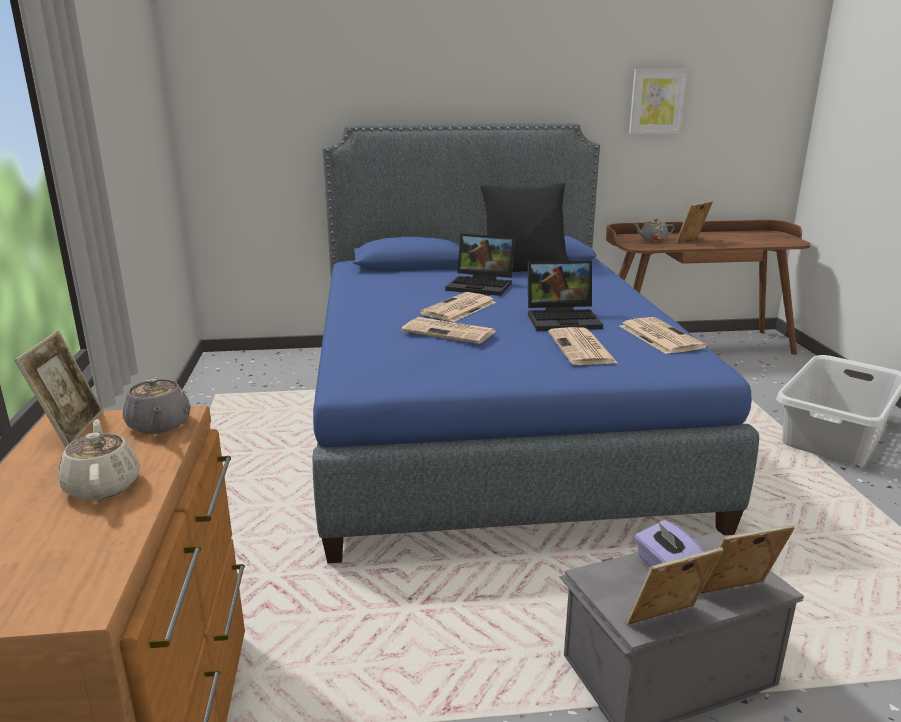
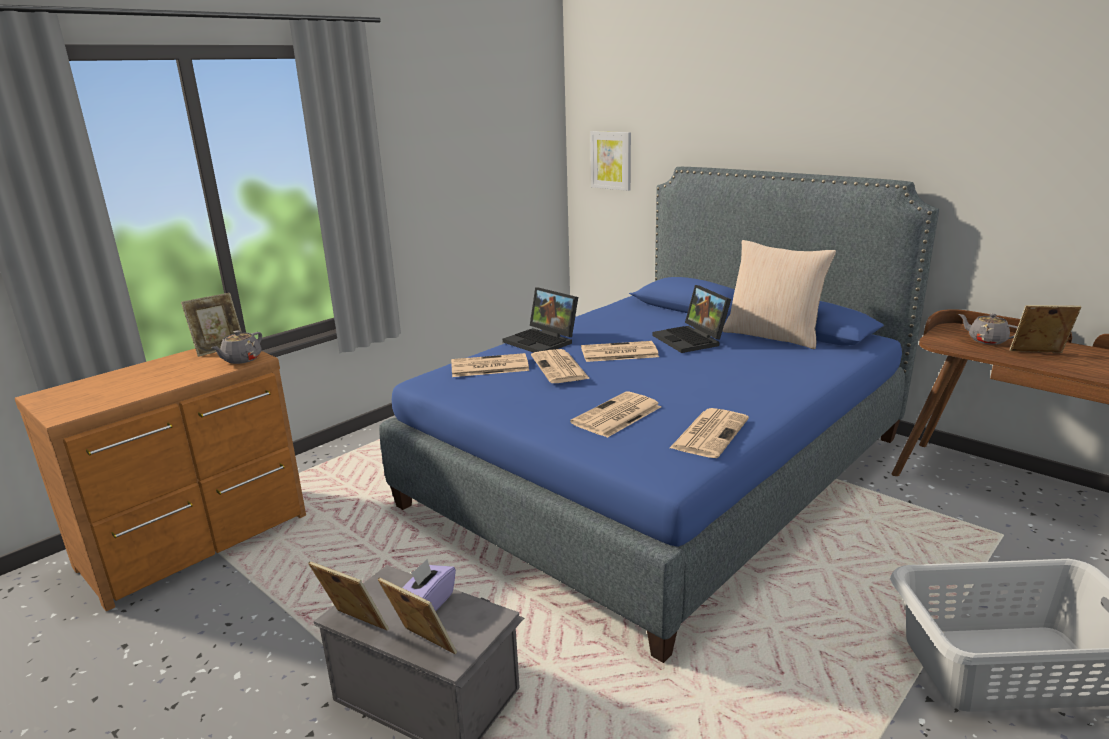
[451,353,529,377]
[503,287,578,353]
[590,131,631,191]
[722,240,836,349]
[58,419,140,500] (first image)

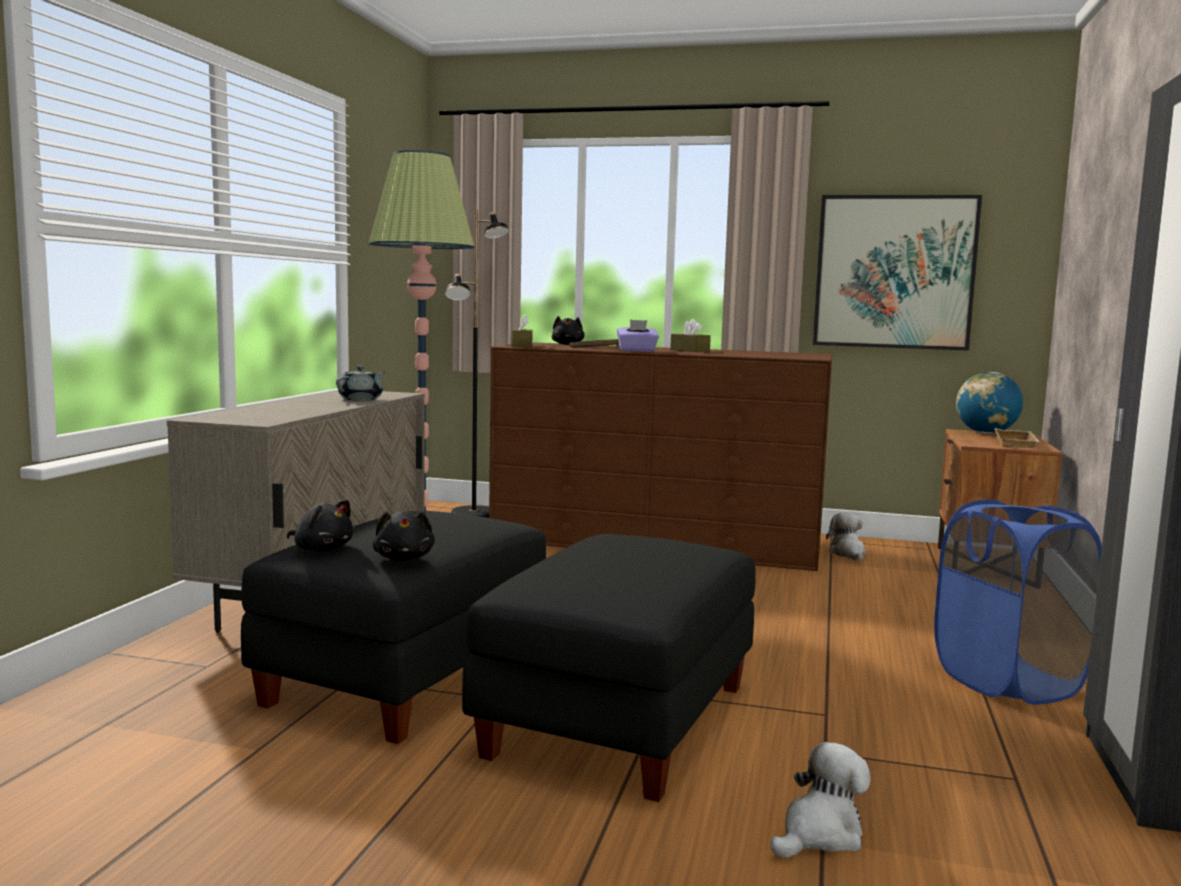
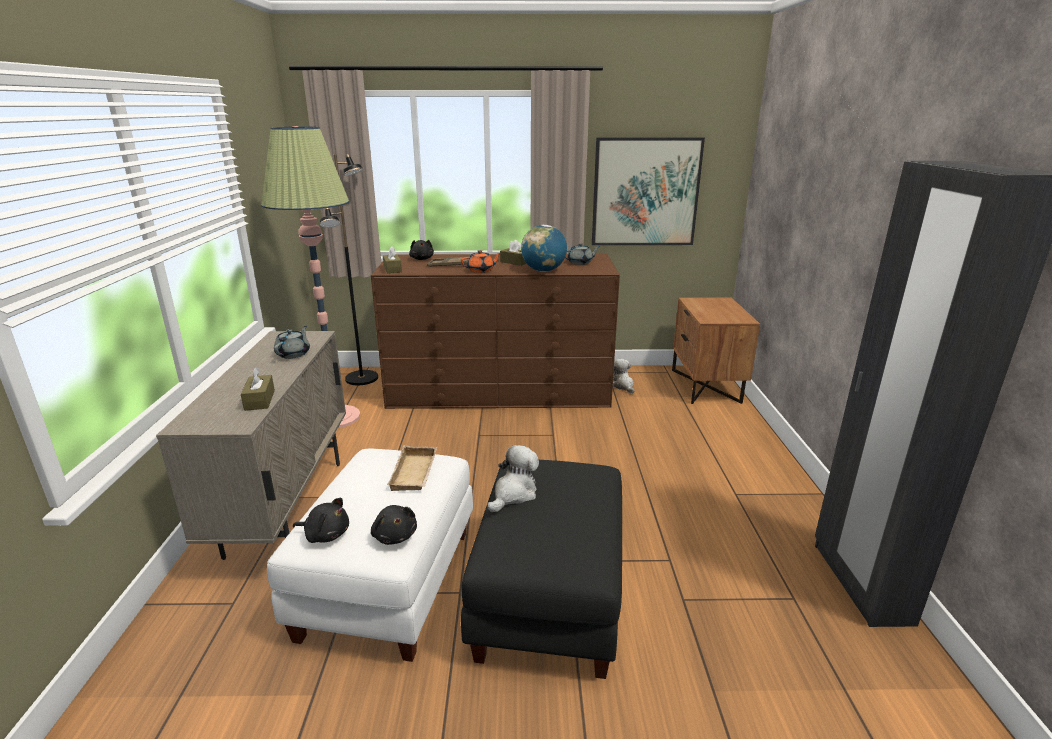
[241,367,275,411]
[267,448,473,662]
[387,445,437,491]
[461,250,501,273]
[487,445,539,512]
[521,225,567,272]
[565,243,600,265]
[934,499,1102,705] (first image)

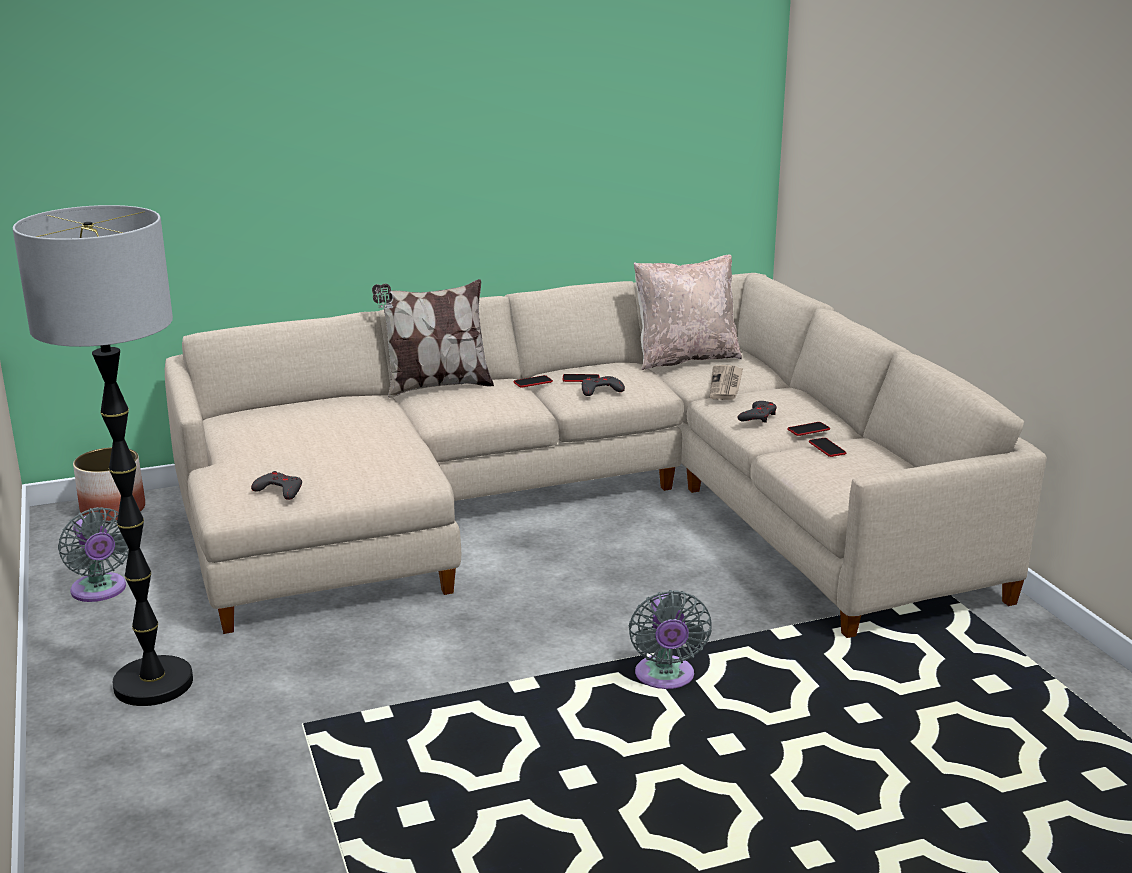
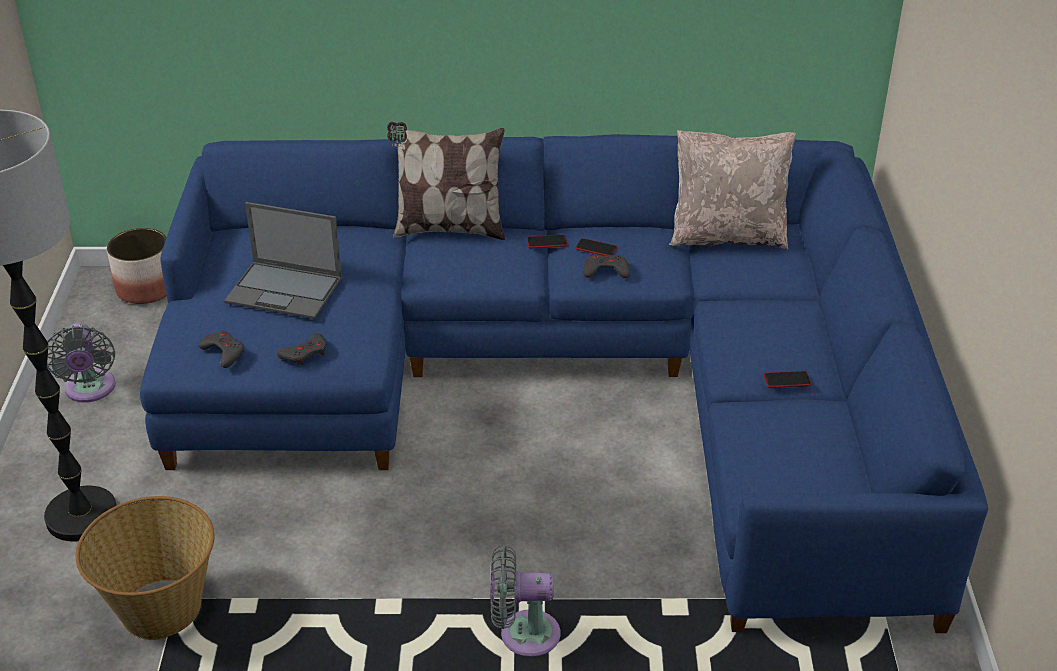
[76,496,215,640]
[140,134,988,633]
[224,202,342,319]
[277,333,327,366]
[490,545,561,657]
[710,365,743,400] (first image)
[809,438,847,457] (first image)

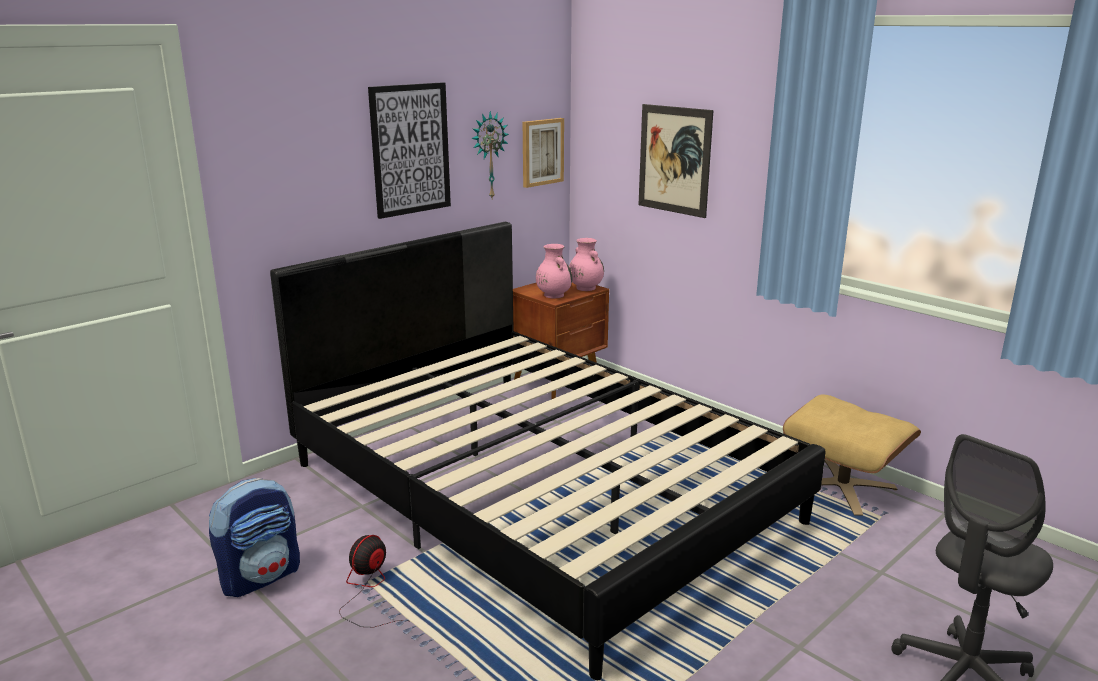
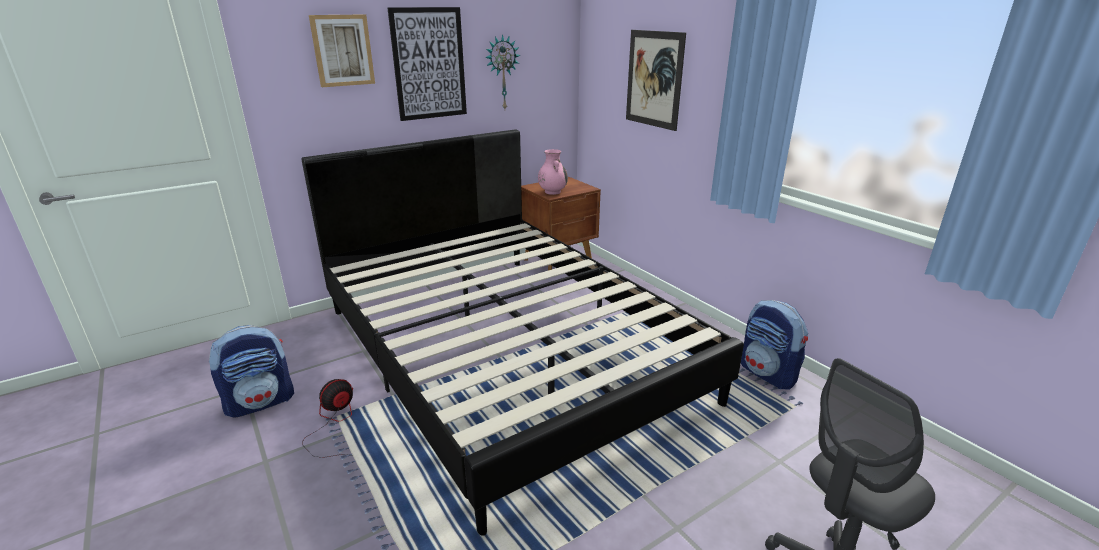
[309,14,375,87]
[741,300,808,390]
[569,238,604,291] (first image)

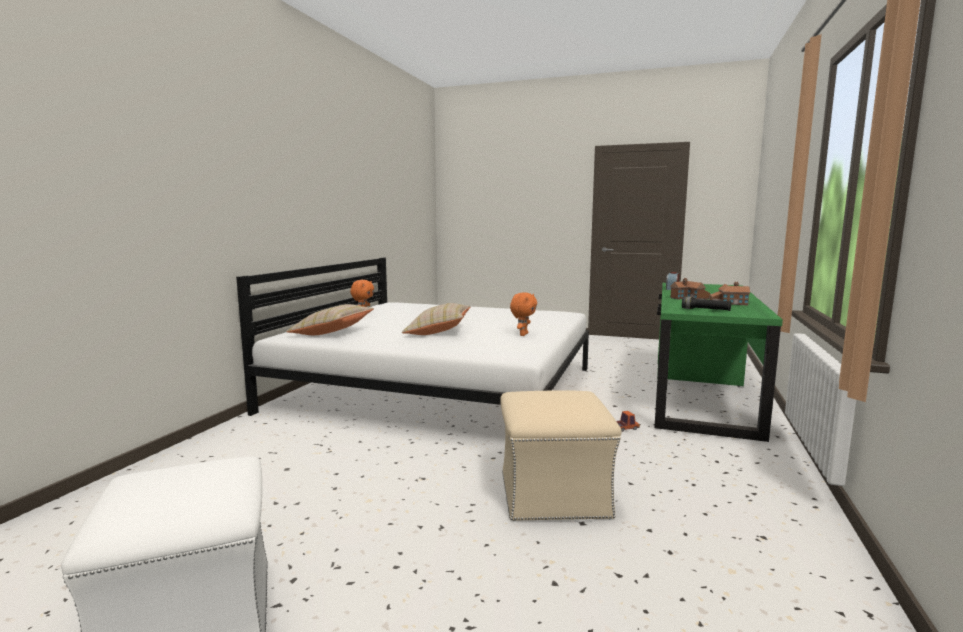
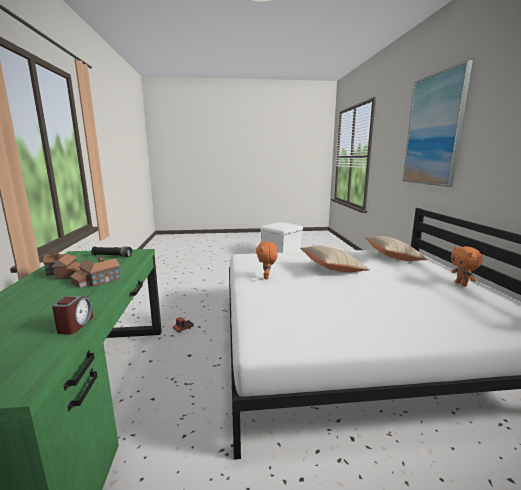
[403,60,473,187]
[500,391,622,521] (first image)

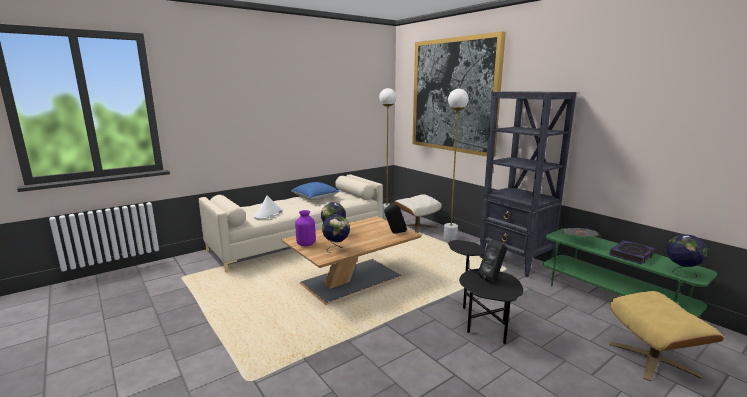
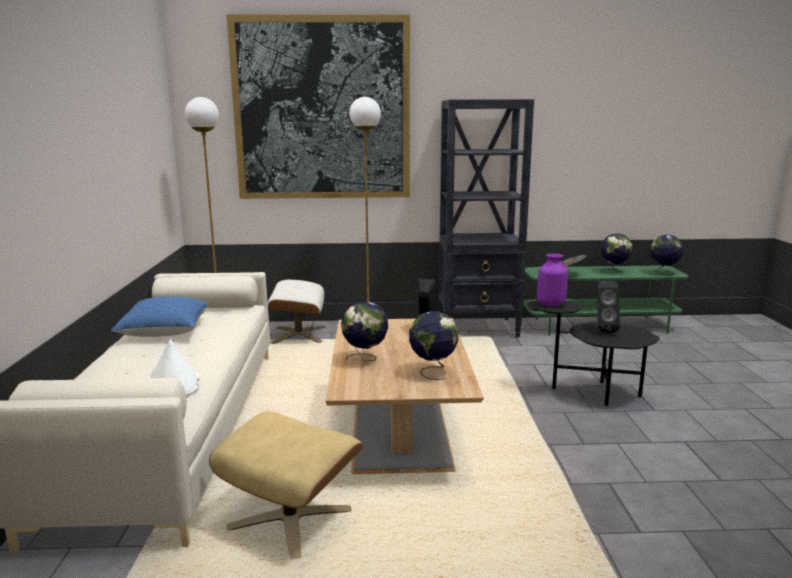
[209,411,363,560]
[537,253,568,306]
[601,234,633,273]

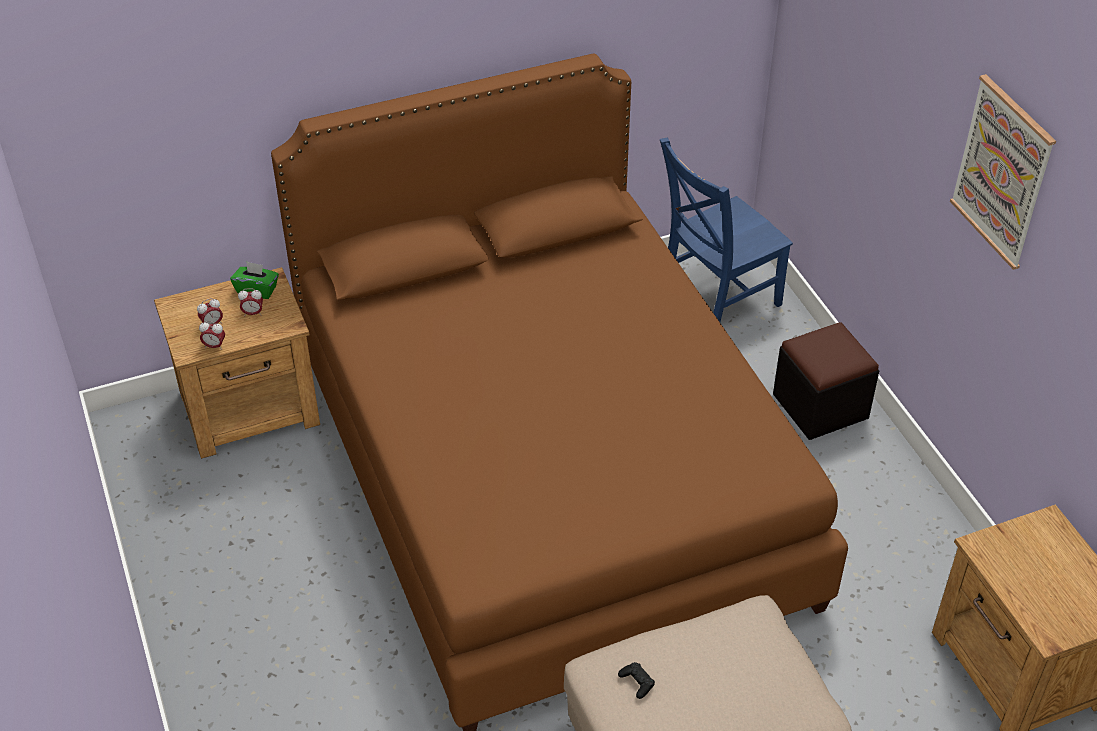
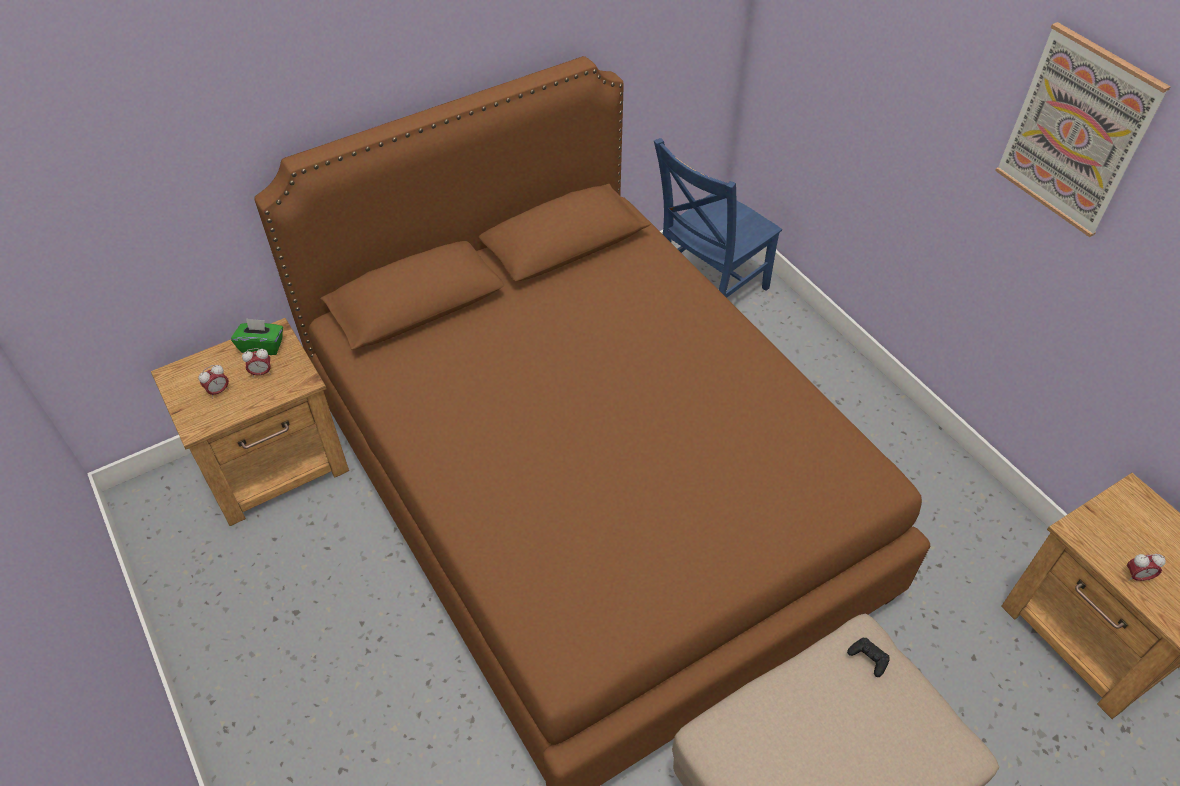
[847,638,890,677]
[1127,554,1166,581]
[773,322,879,440] (first image)

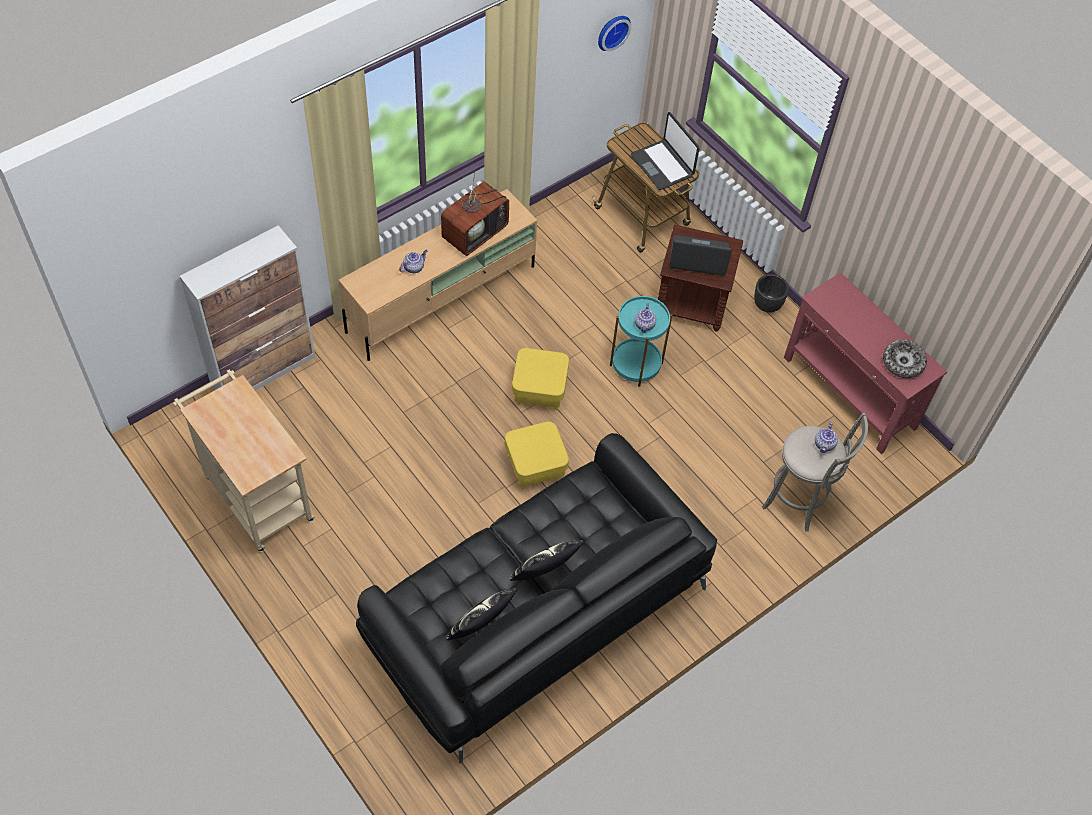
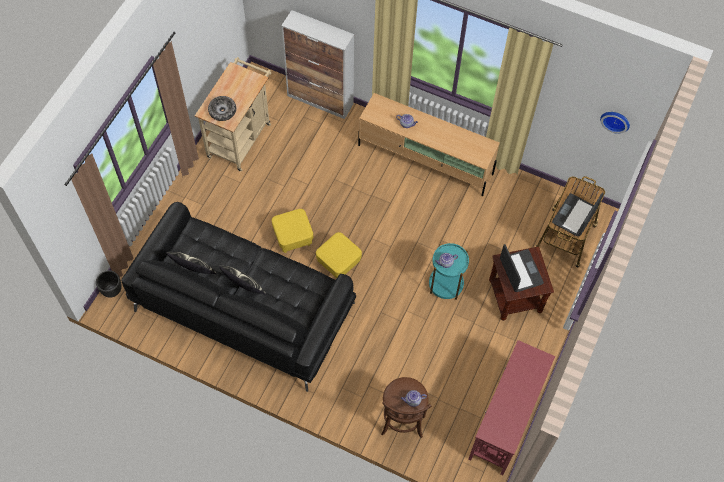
[96,270,122,298]
[208,96,236,121]
[272,209,313,253]
[381,377,431,438]
[441,168,509,256] (first image)

